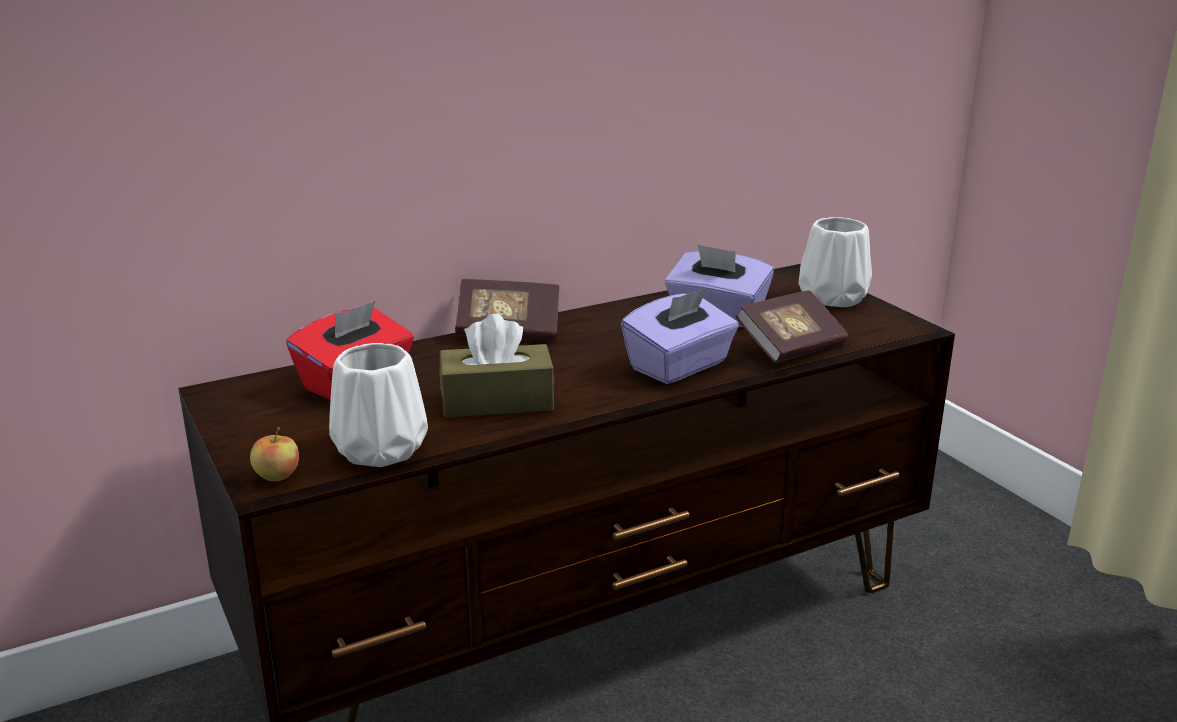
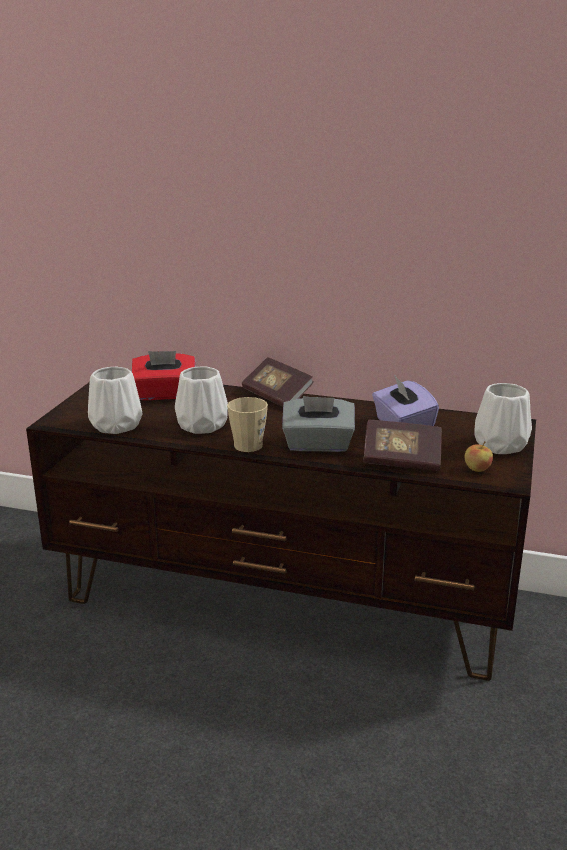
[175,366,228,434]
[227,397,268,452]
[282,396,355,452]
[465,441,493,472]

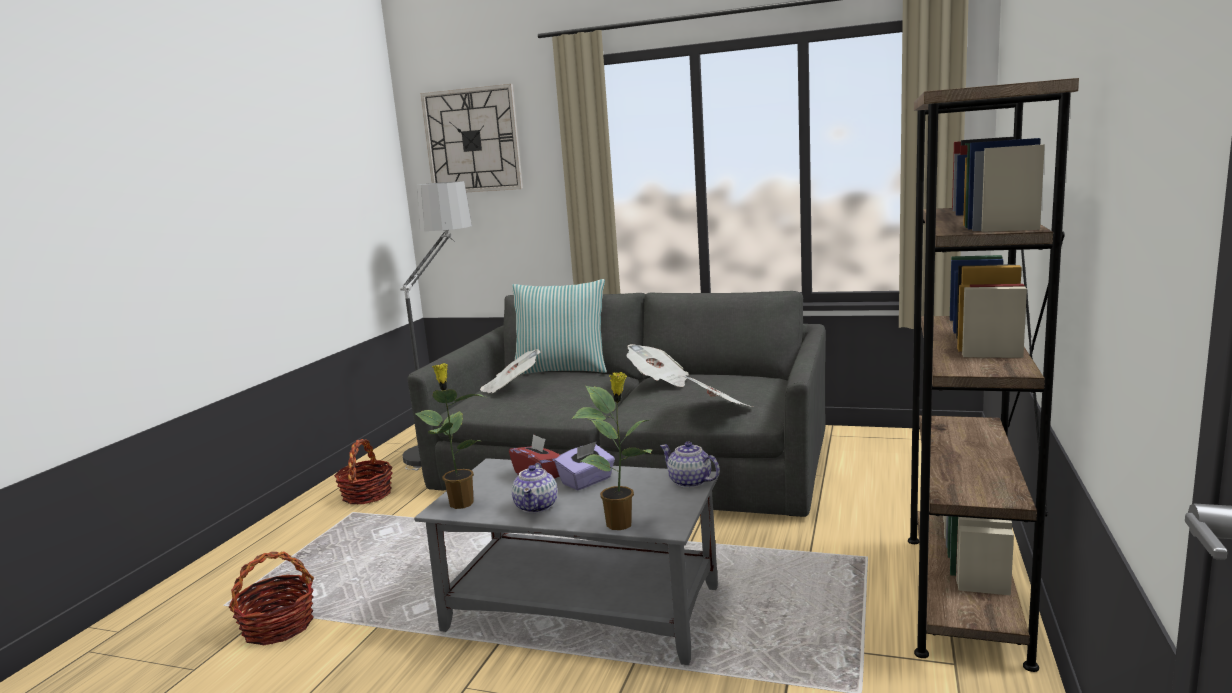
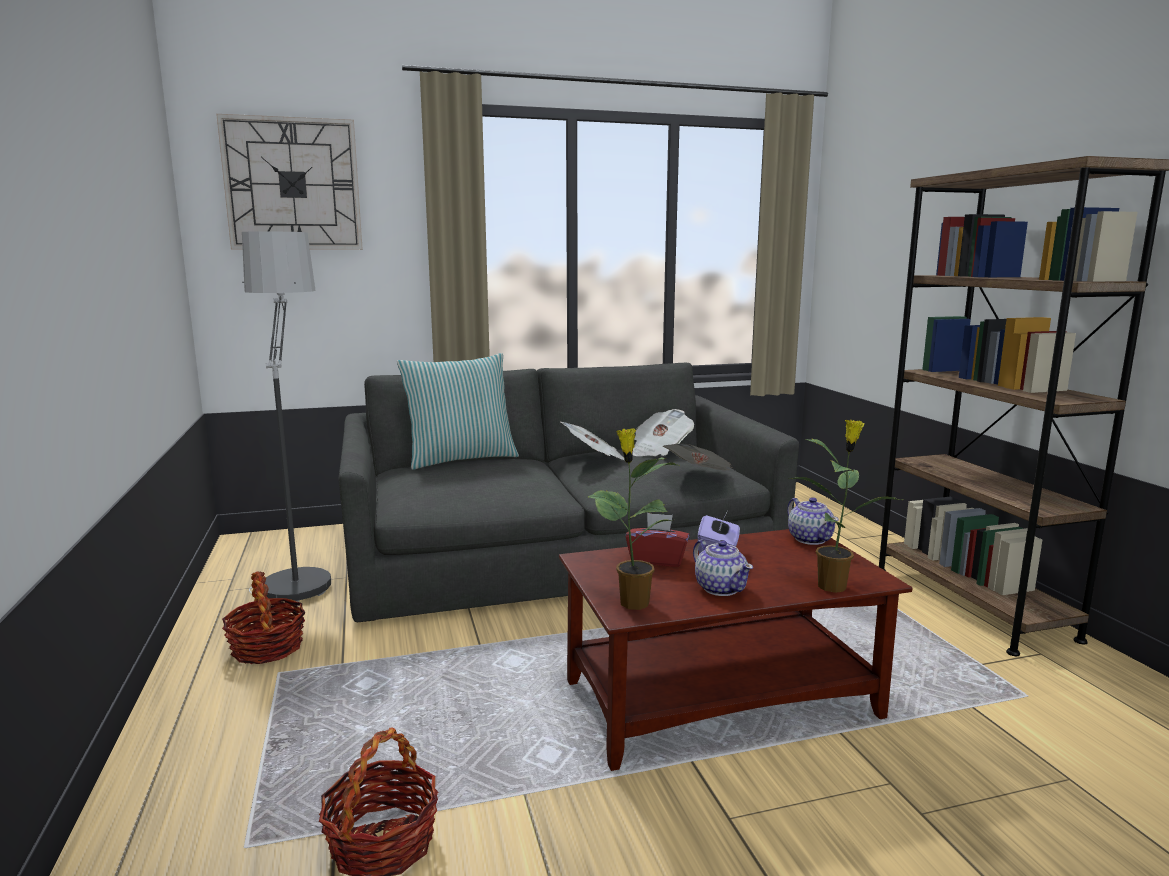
[559,529,913,771]
[632,409,694,456]
[787,497,839,545]

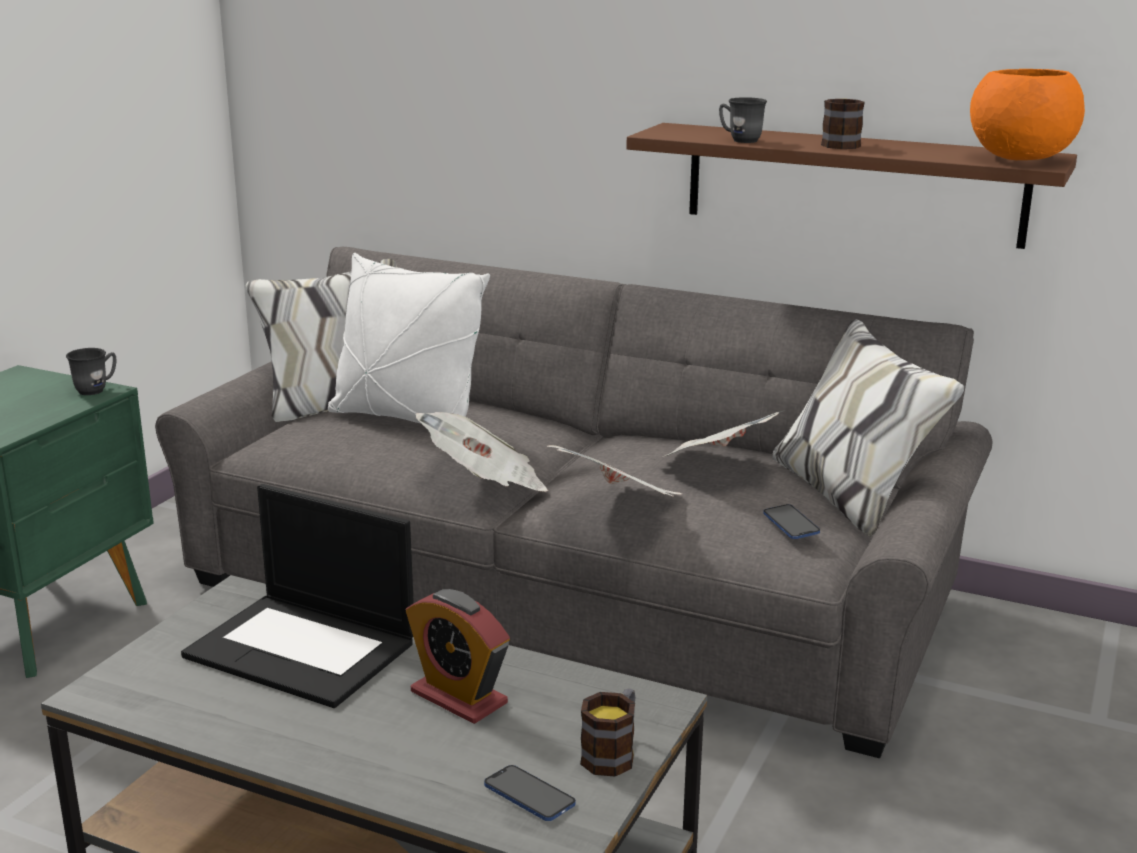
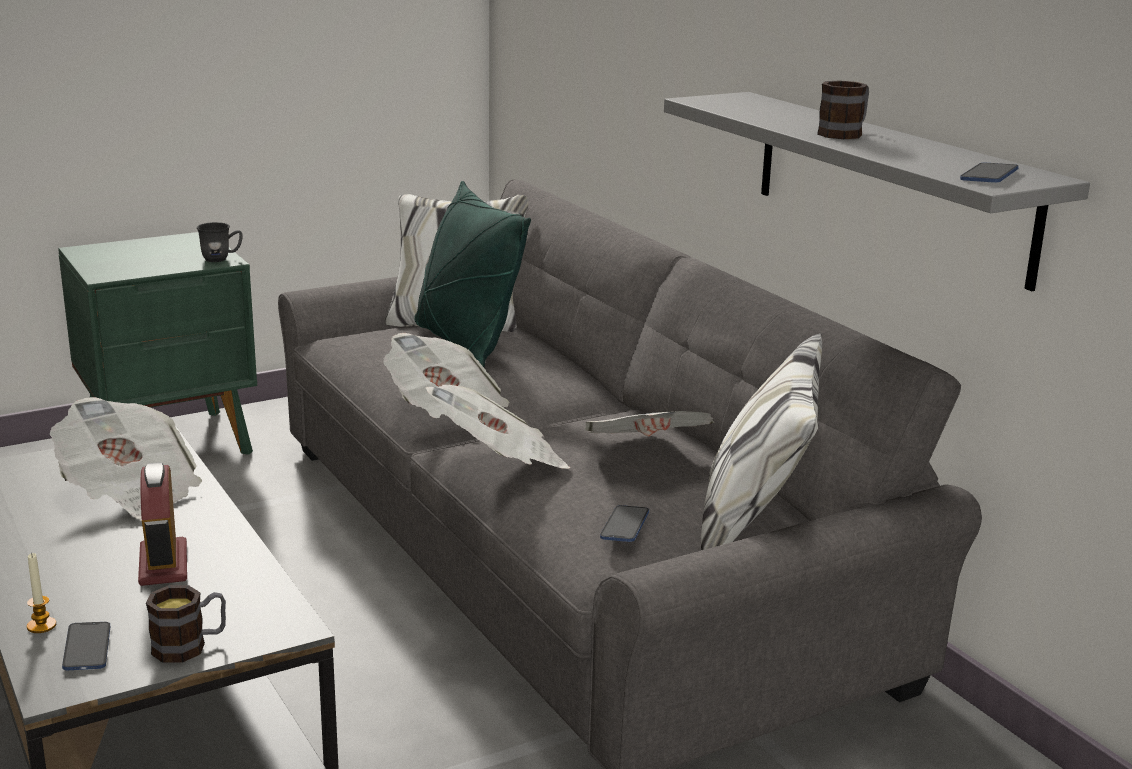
[27,553,56,633]
[50,397,202,520]
[415,181,531,367]
[664,92,1090,291]
[960,163,1019,183]
[719,97,767,143] (first image)

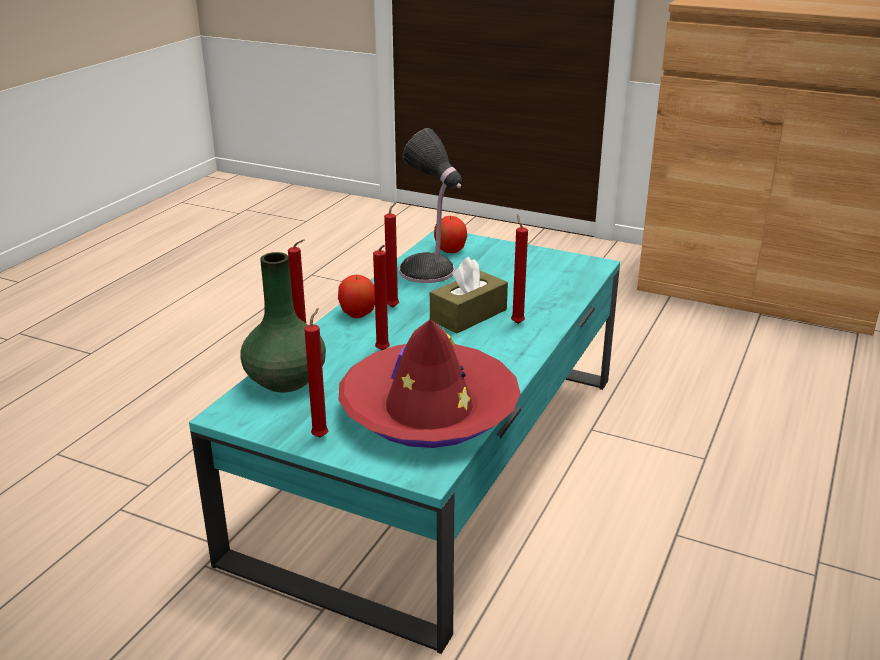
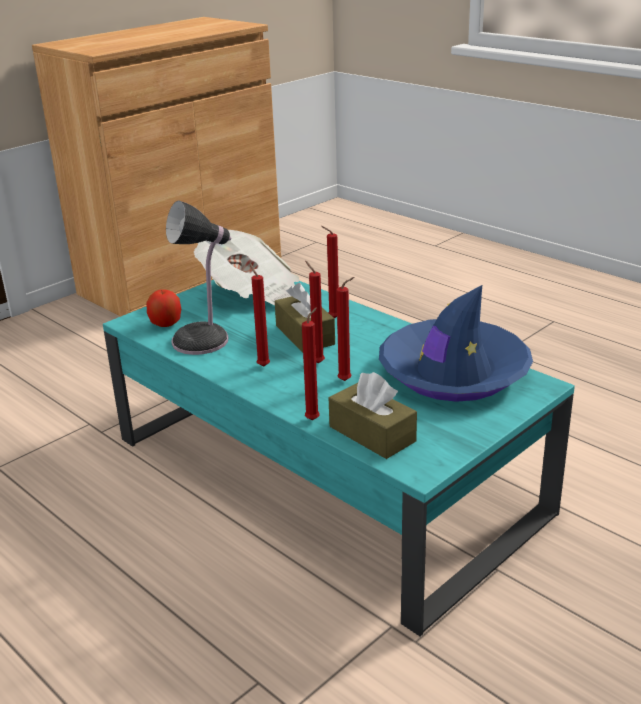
[194,230,299,306]
[305,261,325,363]
[329,372,417,459]
[379,285,533,402]
[338,275,375,318] (first image)

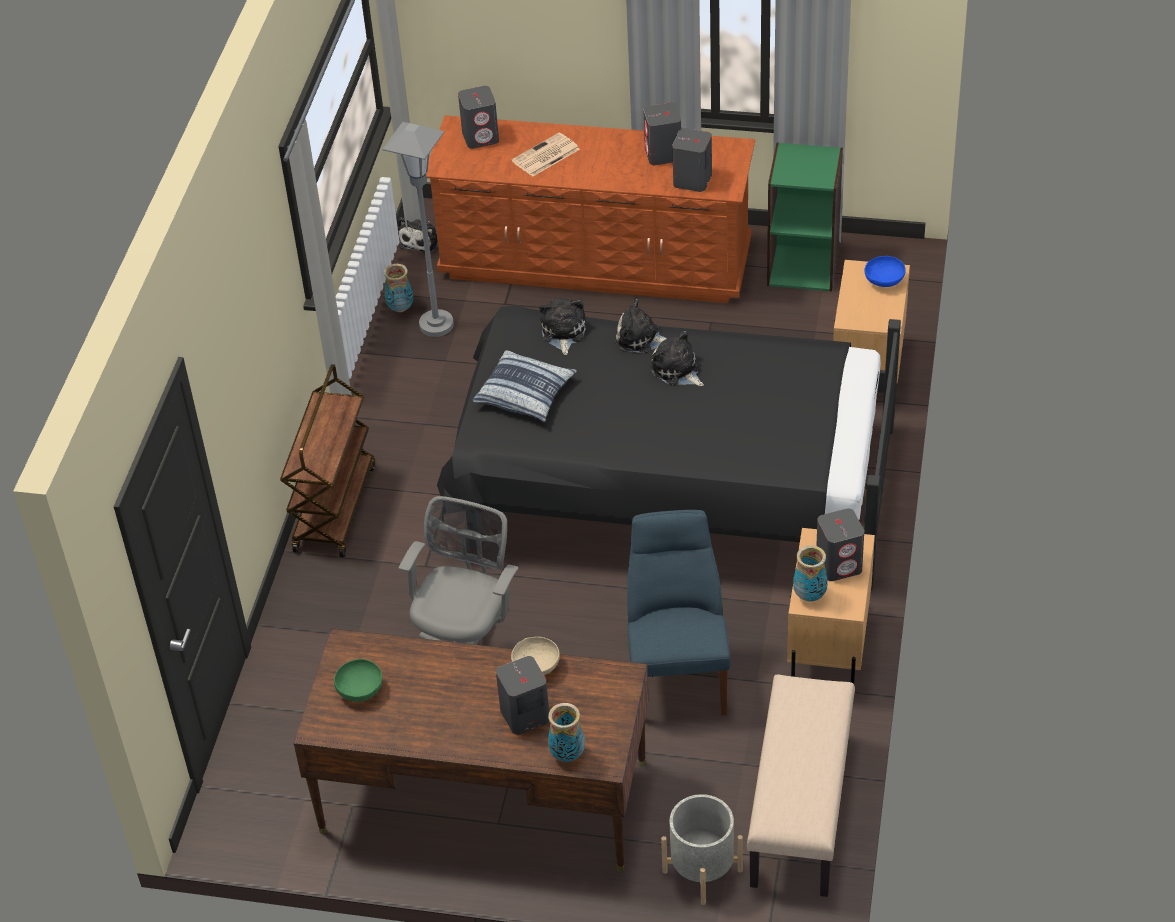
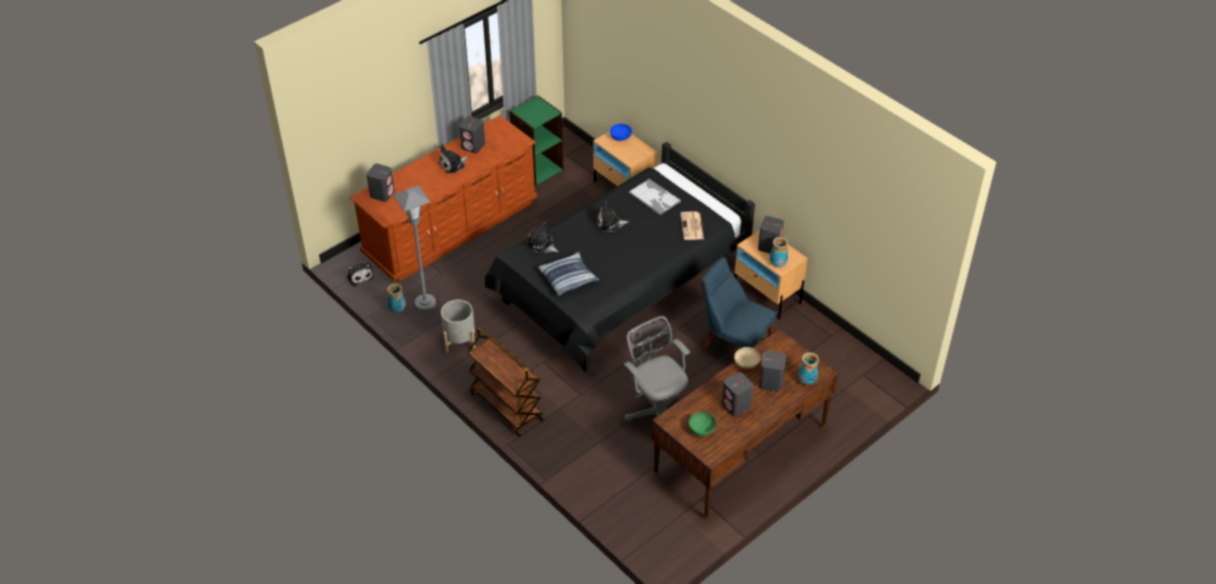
[438,146,468,173]
[441,300,475,353]
[629,178,681,215]
[680,212,704,240]
[722,372,753,416]
[747,674,855,897] (first image)

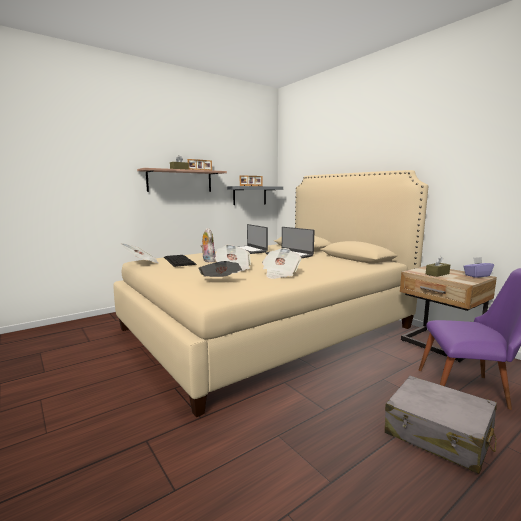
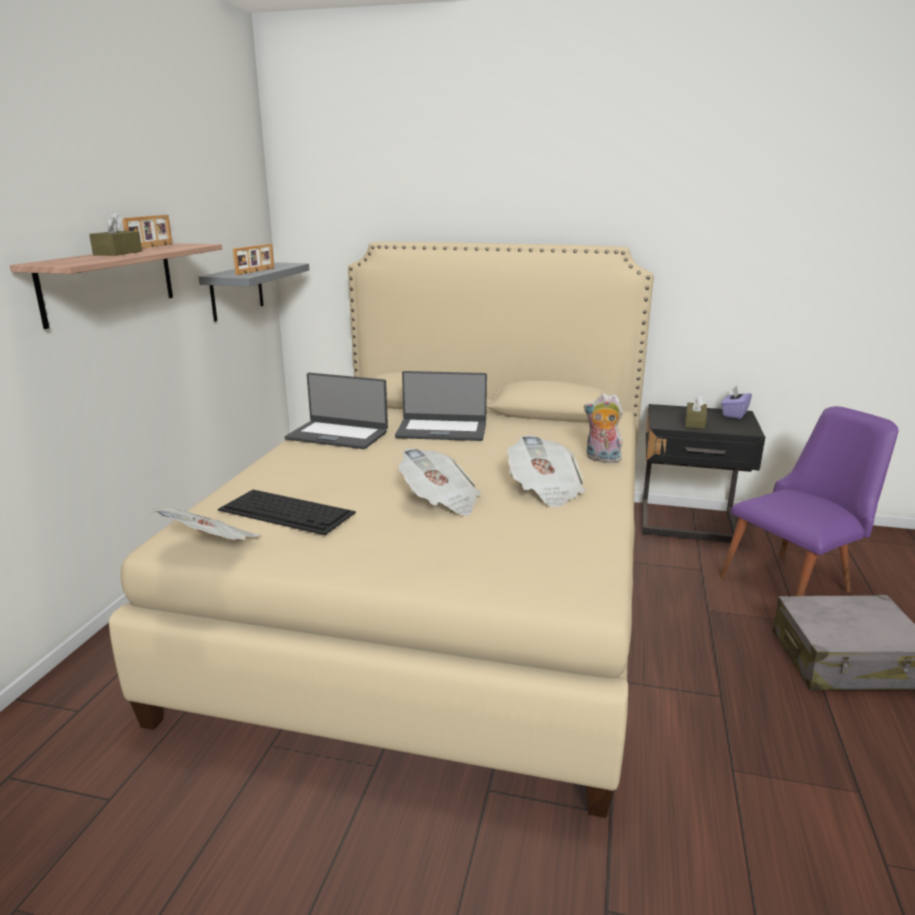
[584,393,623,463]
[642,404,765,544]
[198,261,242,277] (first image)

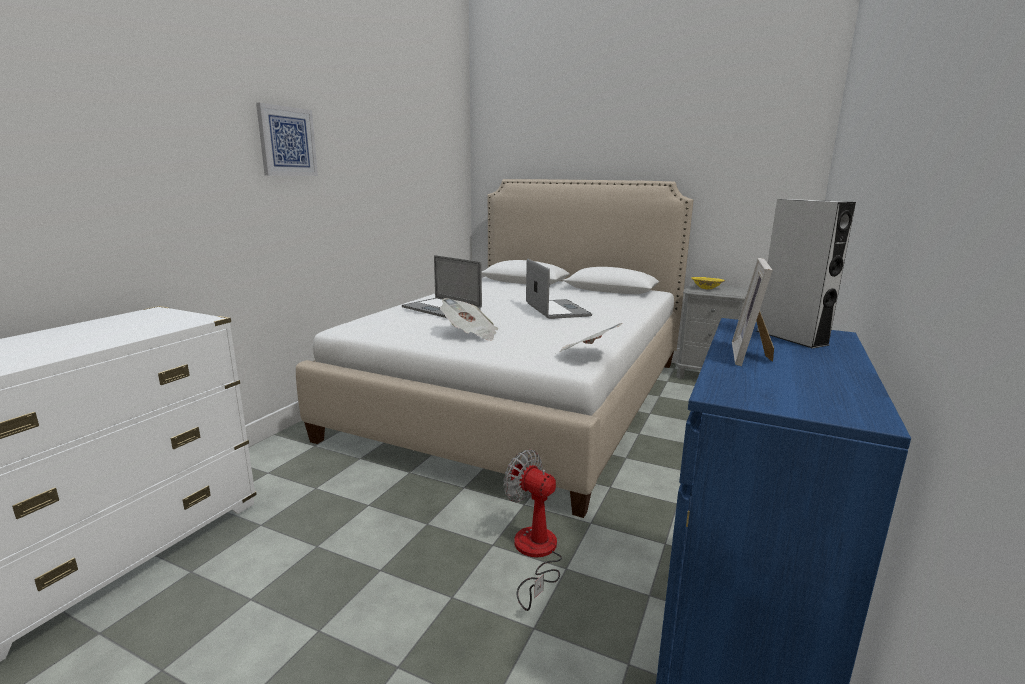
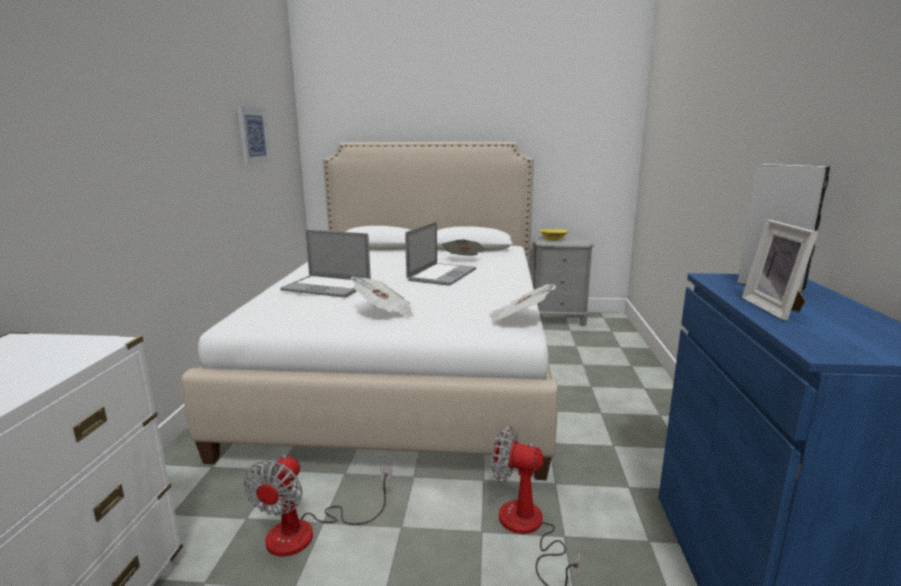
[237,106,271,164]
[244,455,392,556]
[405,221,476,286]
[441,240,486,256]

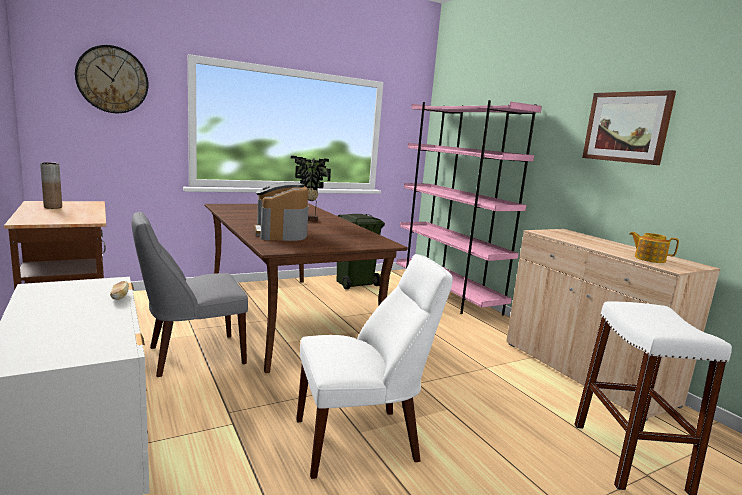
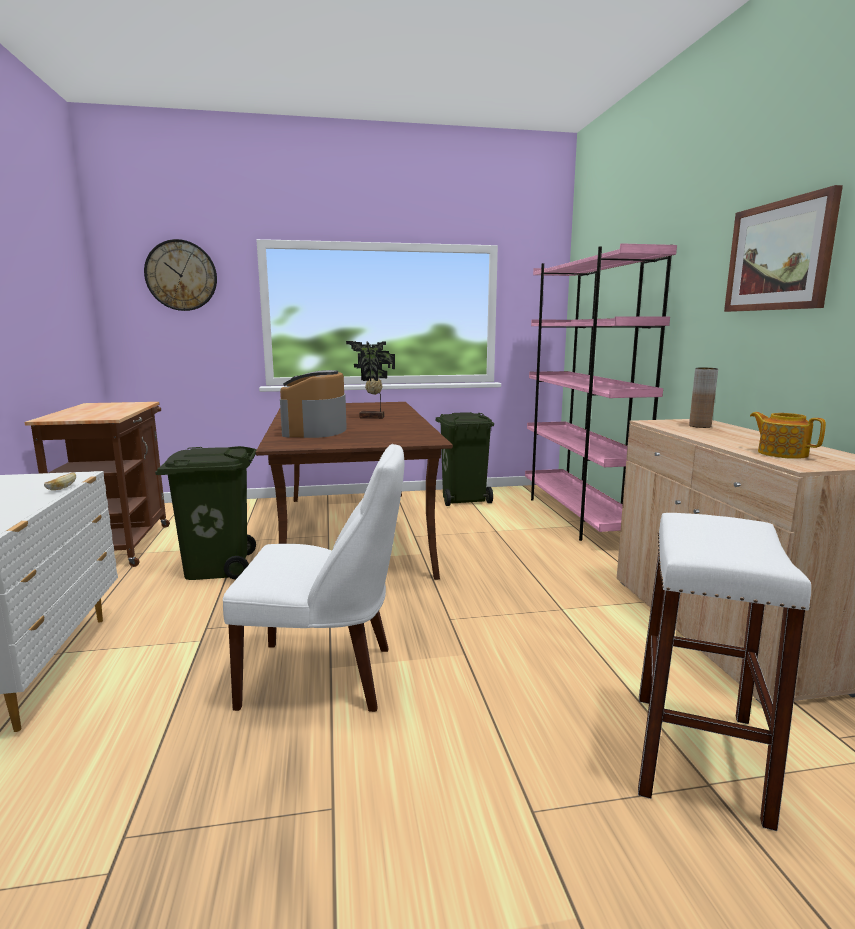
[155,446,257,580]
[689,368,718,428]

